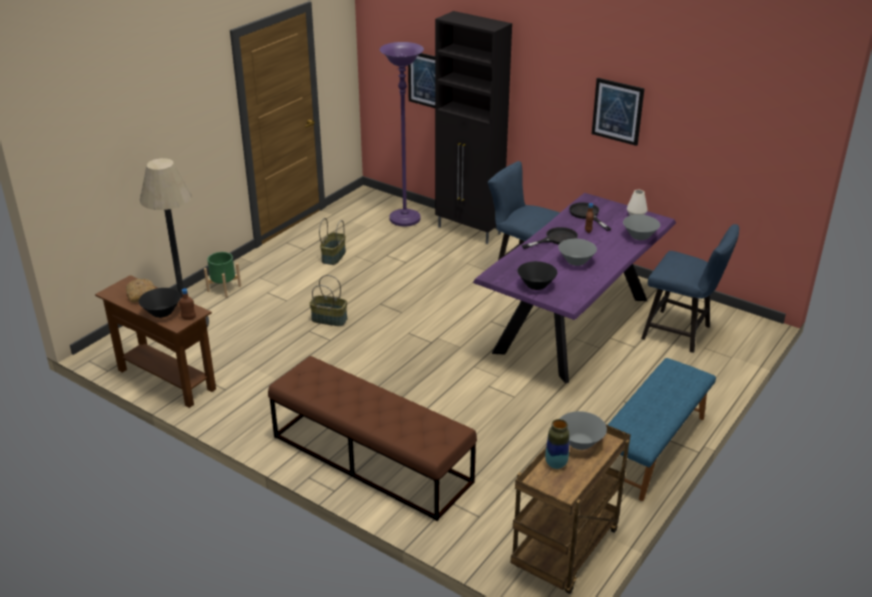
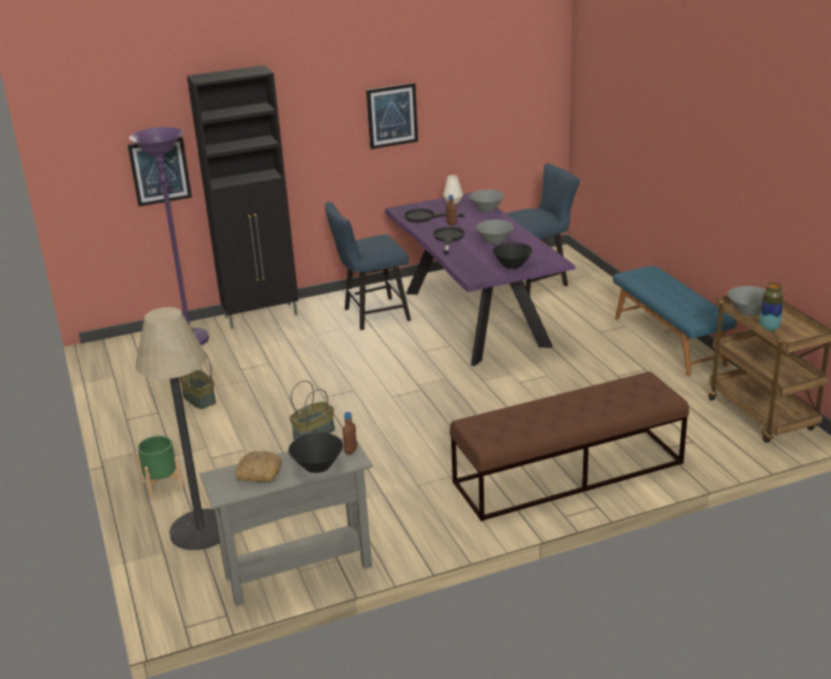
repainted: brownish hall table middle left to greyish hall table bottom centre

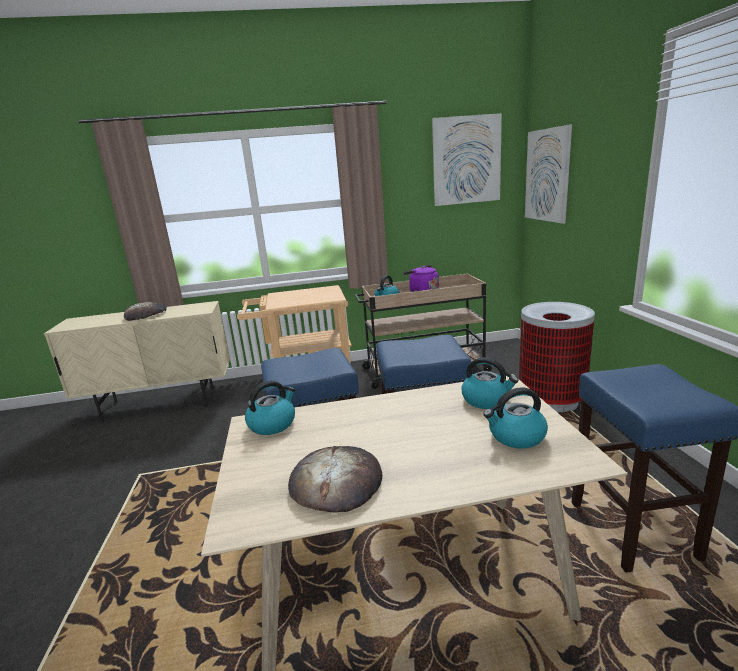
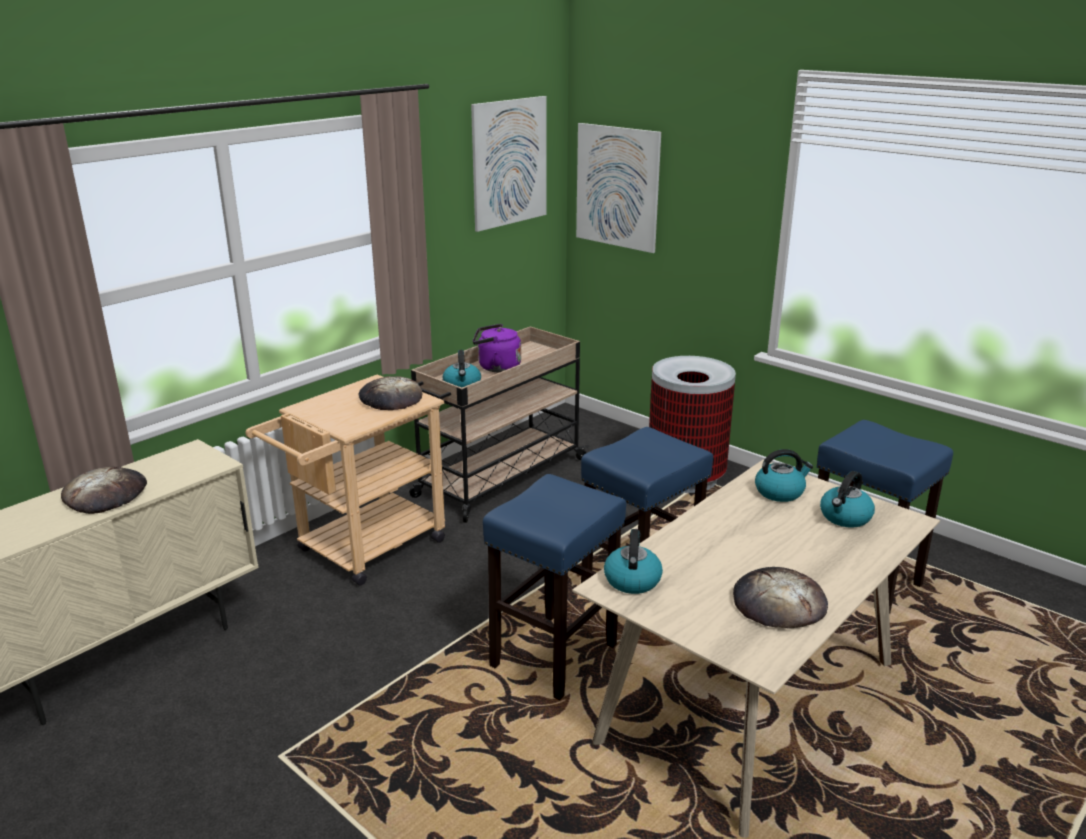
new: bakery bread (no. 2 from left) centre

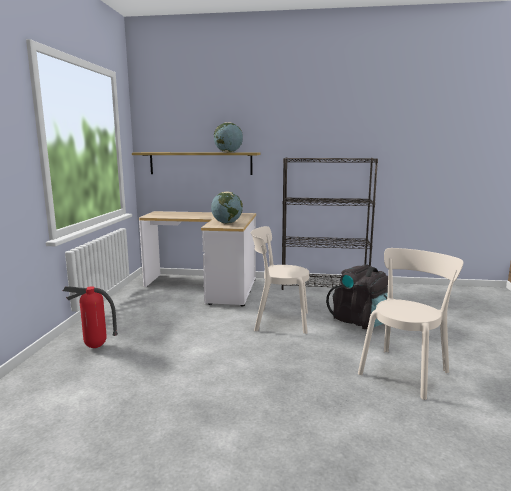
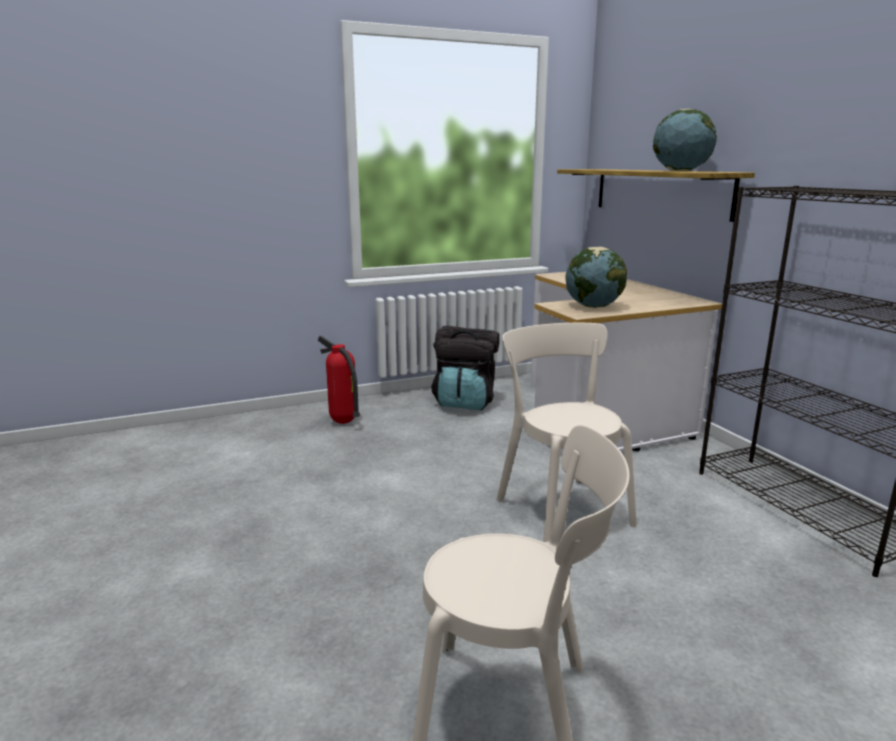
shifted: black backpack middle right to centre

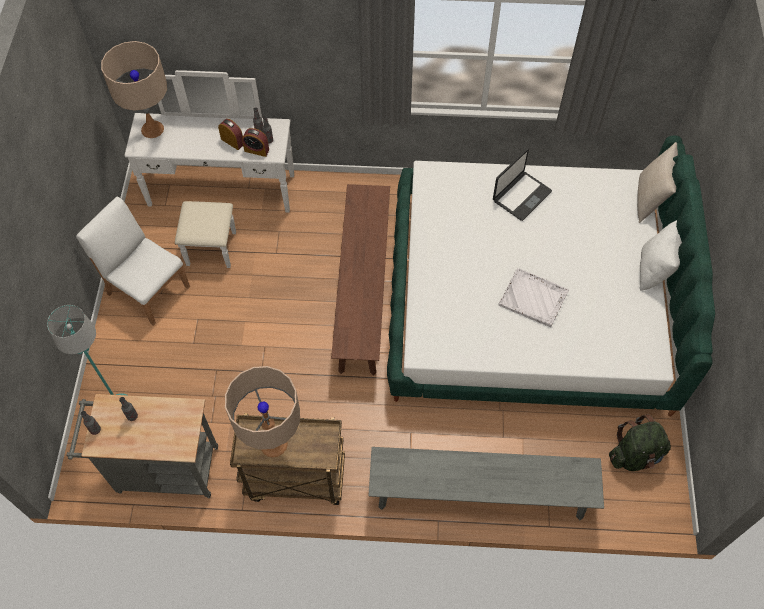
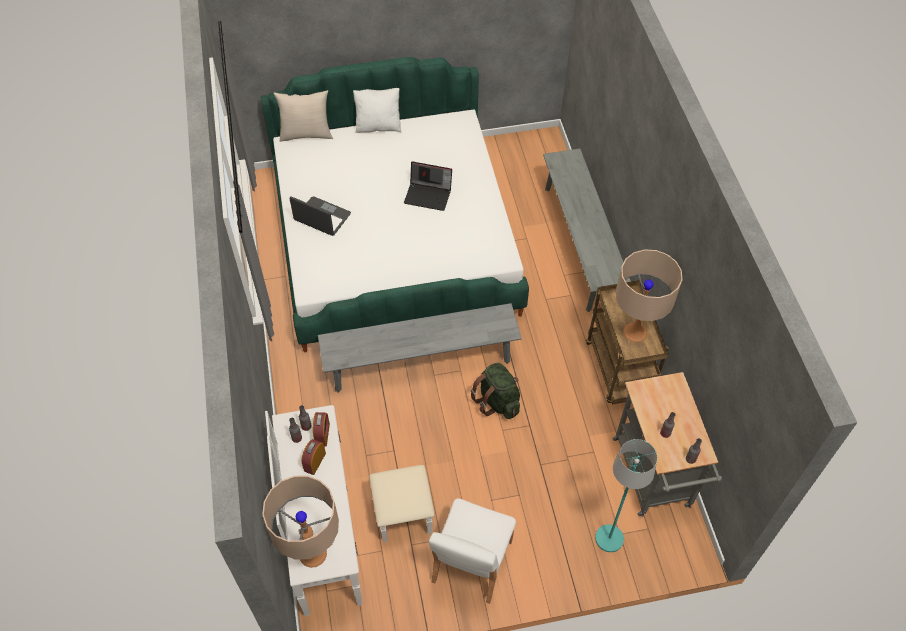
shifted: green-coloured backpack bottom right to centre
swapped: white carrying tray middle right to portable computer (no. 2 from left) top centre
repainted: brownish long seat centre to greyish long seat (no. 1 from left) centre

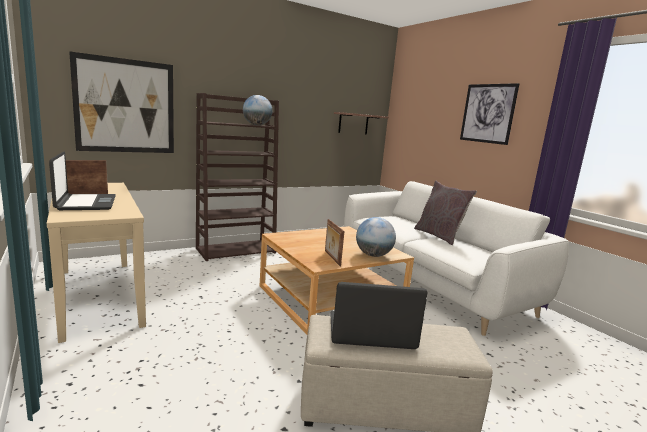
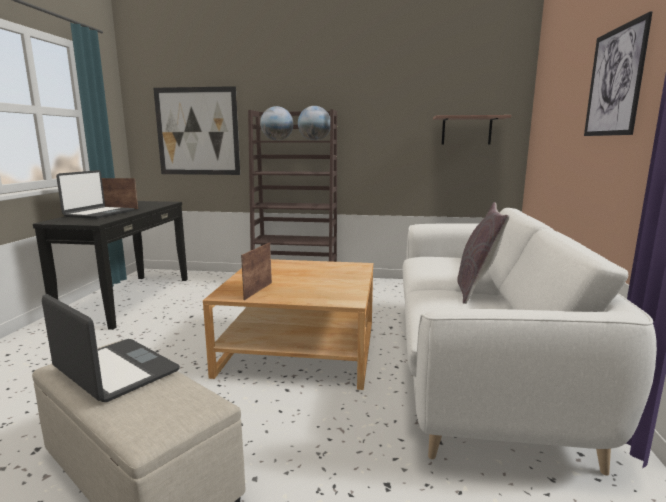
shifted: globe (no. 2 from left in the first image) centre to globe (no. 1 from left) top centre
repainted: beige hall table middle left to black hall table middle left

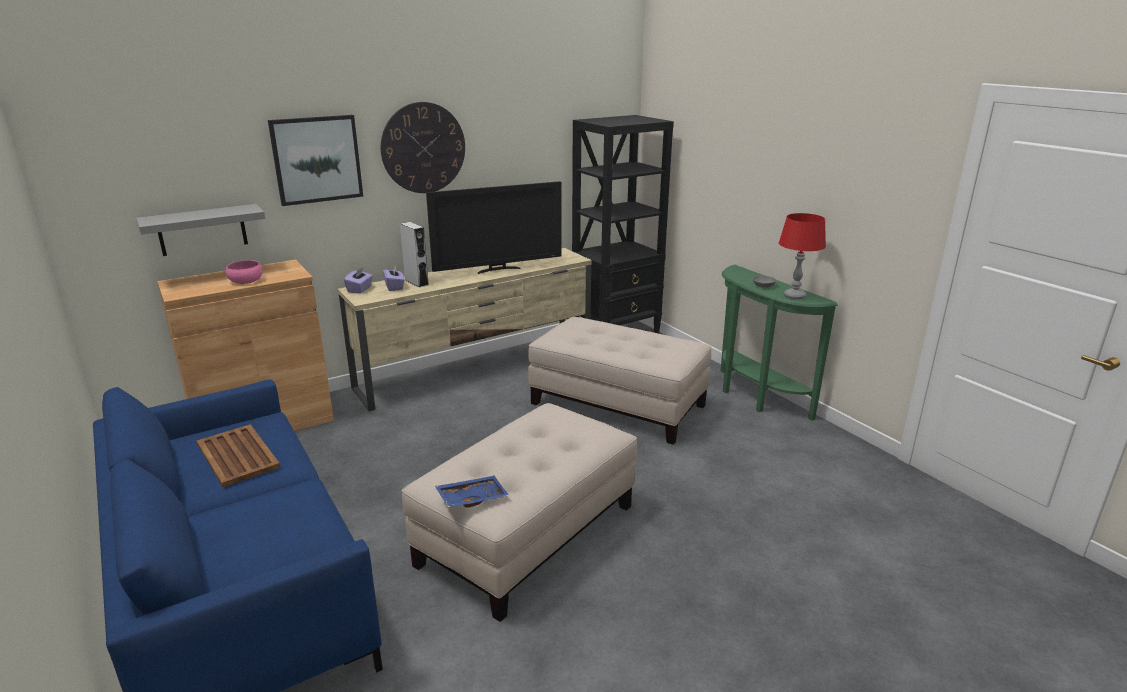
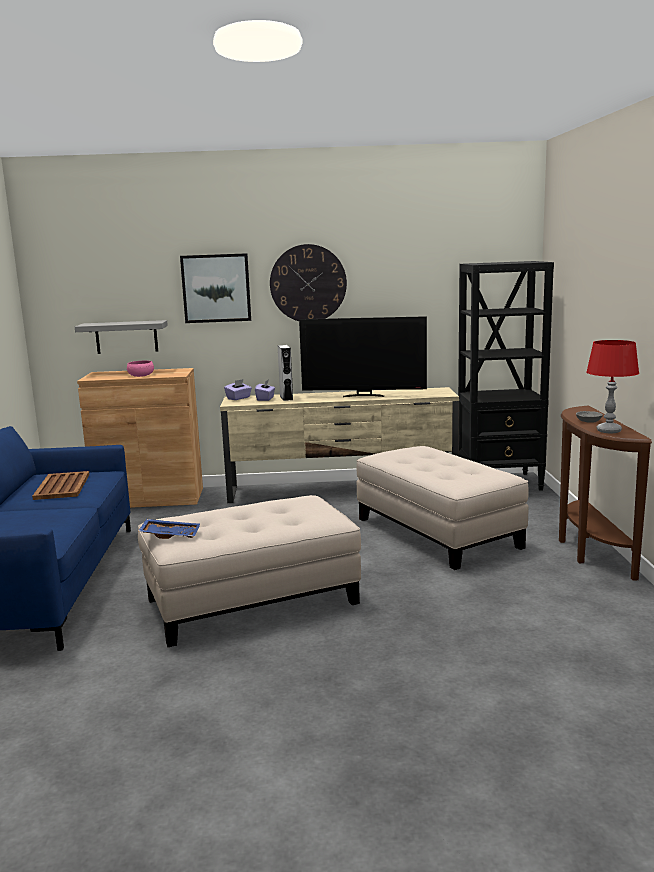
repainted: green-coloured hall table middle right to brownish hall table middle right

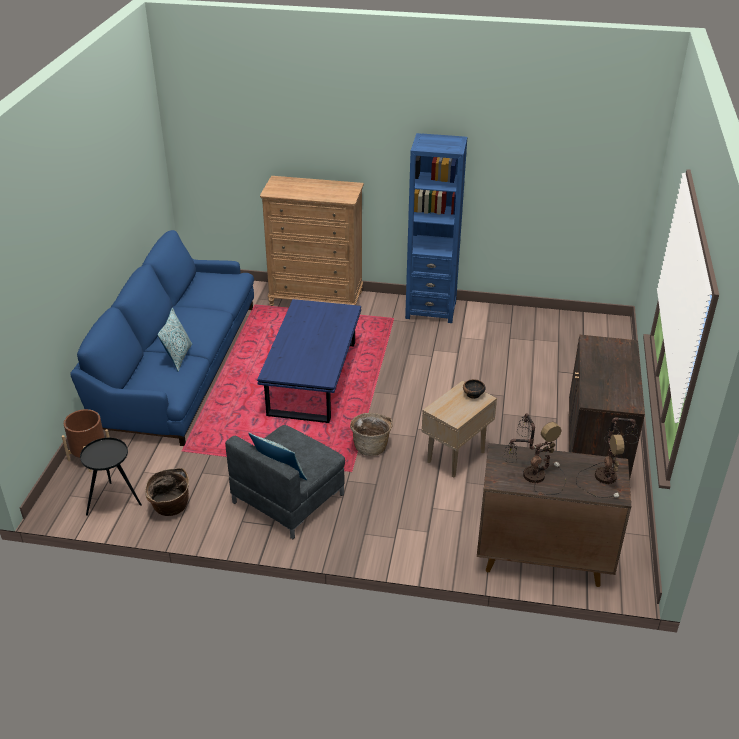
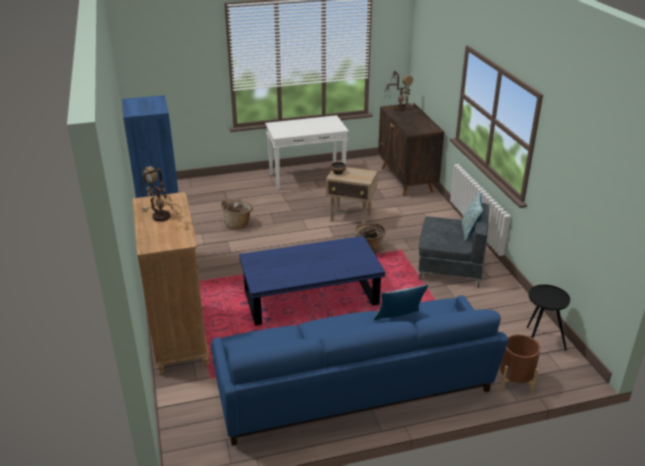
shifted: lamp for a table (no. 1 from left) middle right to middle left; basket (no. 1 from left) middle left to centre
swapped: brownish storage cabinet (no. 2 from left) middle right to white hall table top centre

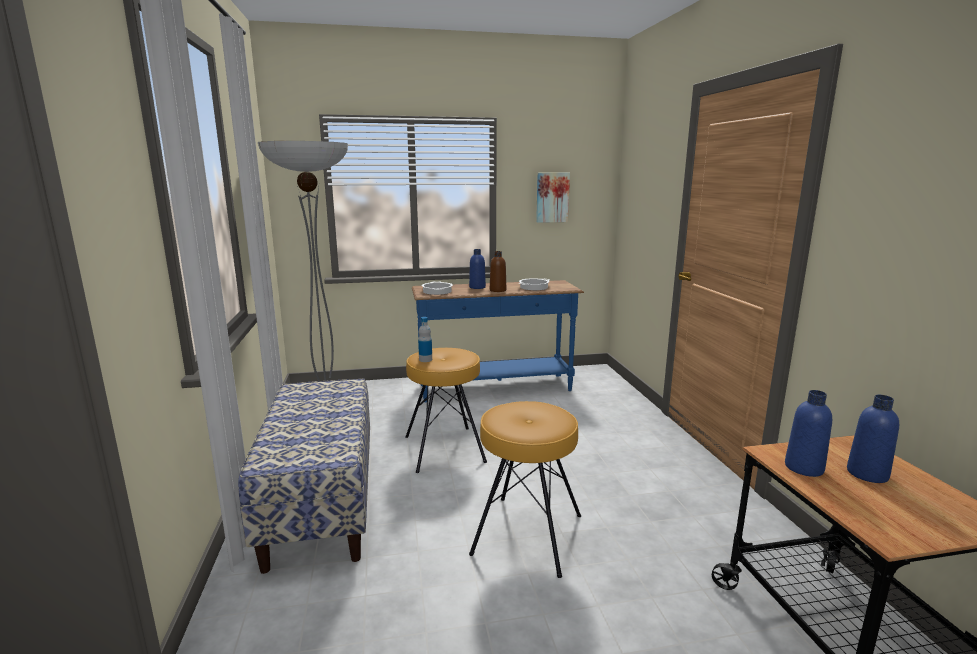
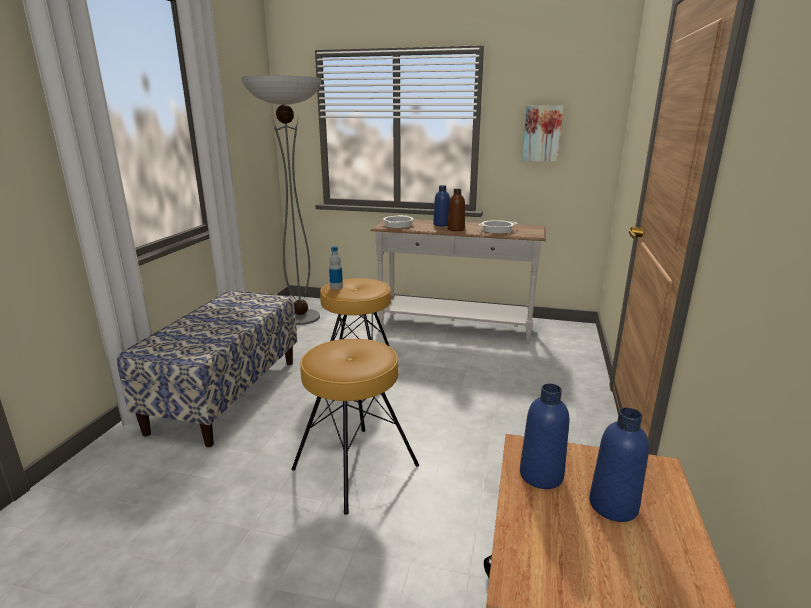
repainted: blue-coloured hall table centre to white hall table centre

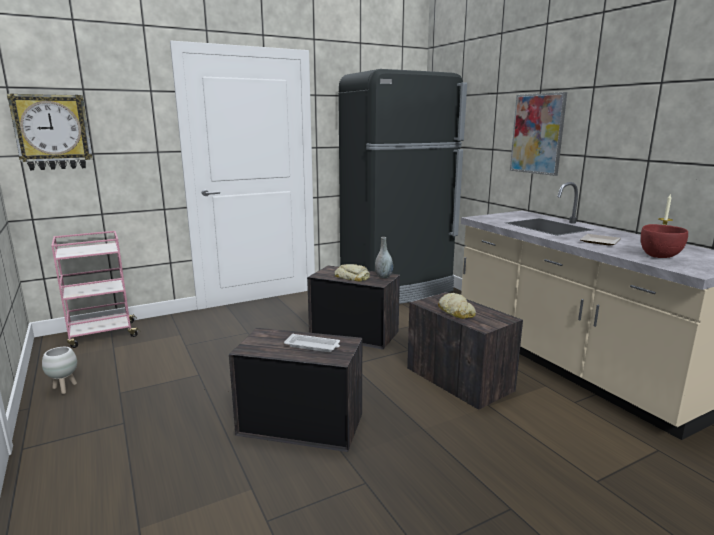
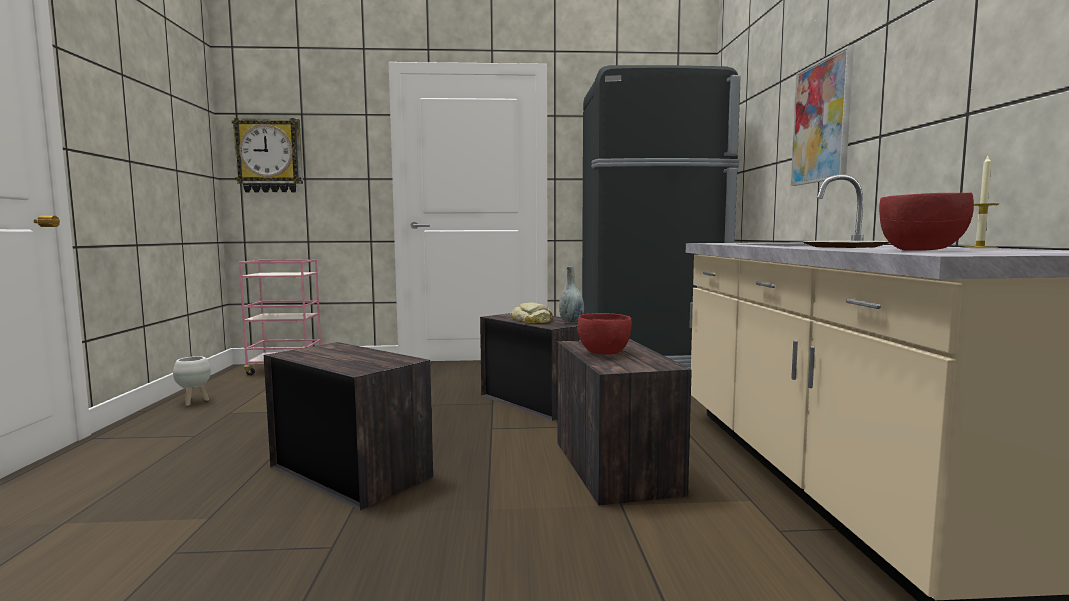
gone: white carrying tray centre
swapped: bakery bread (no. 2 from left) centre to reddish deep dish (no. 1 from left) centre

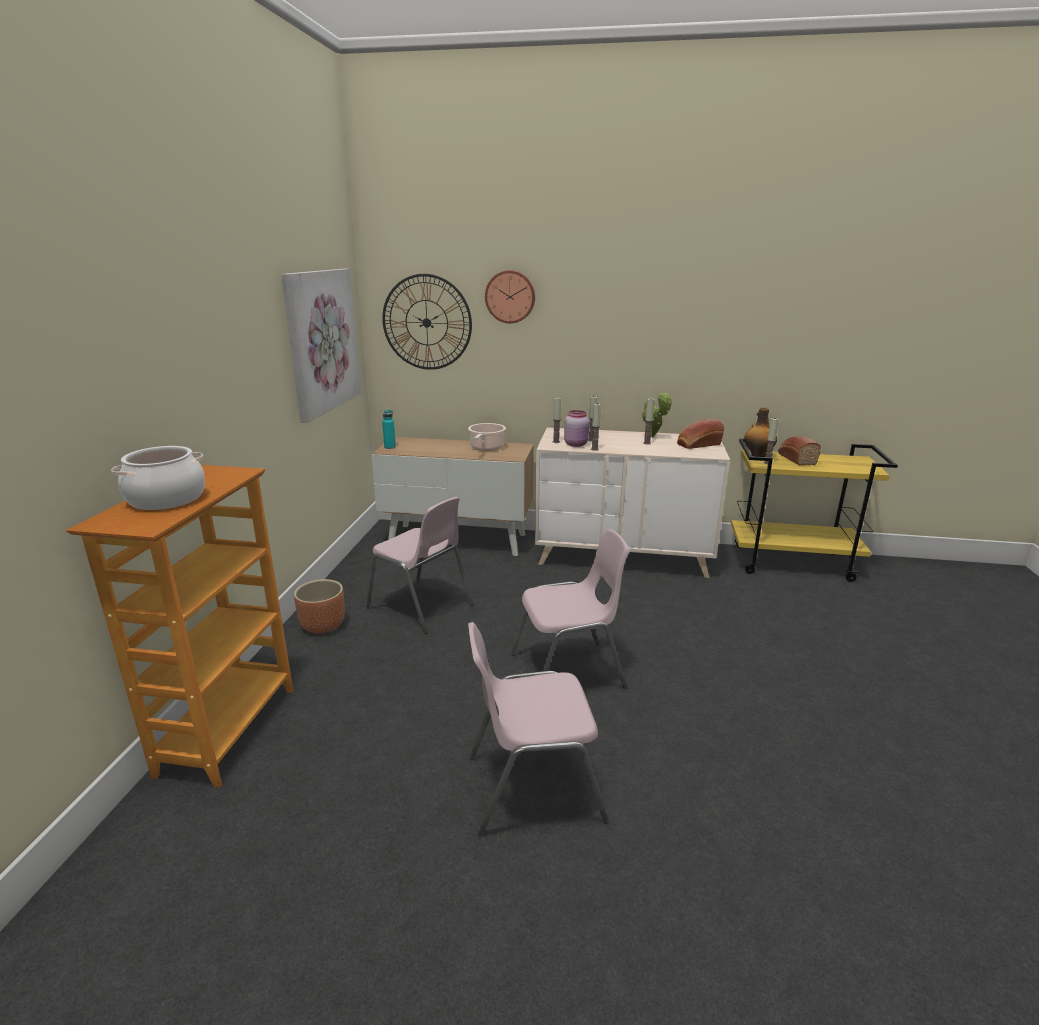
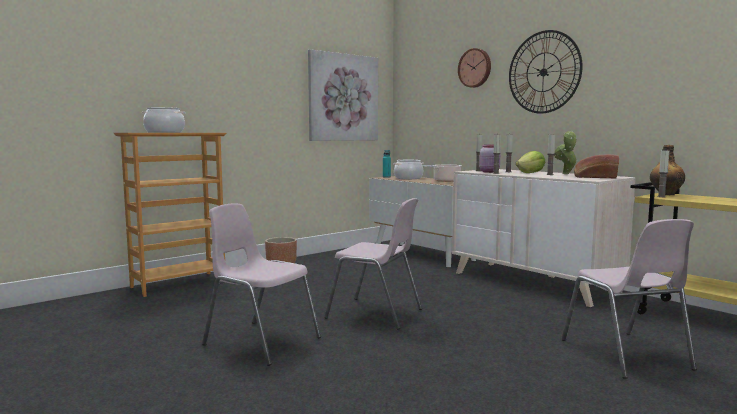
gone: bakery bread (no. 2 from left) middle right
new: saucepot (no. 2 from left) centre; lettuce middle right
shifted: clock on the wall (no. 1 from left in the first image) top centre to clock on the wall (no. 2 from left) top right; pink upright chair (no. 1 from left in the first image) centre to pink upright chair (no. 3 from left) bottom right

